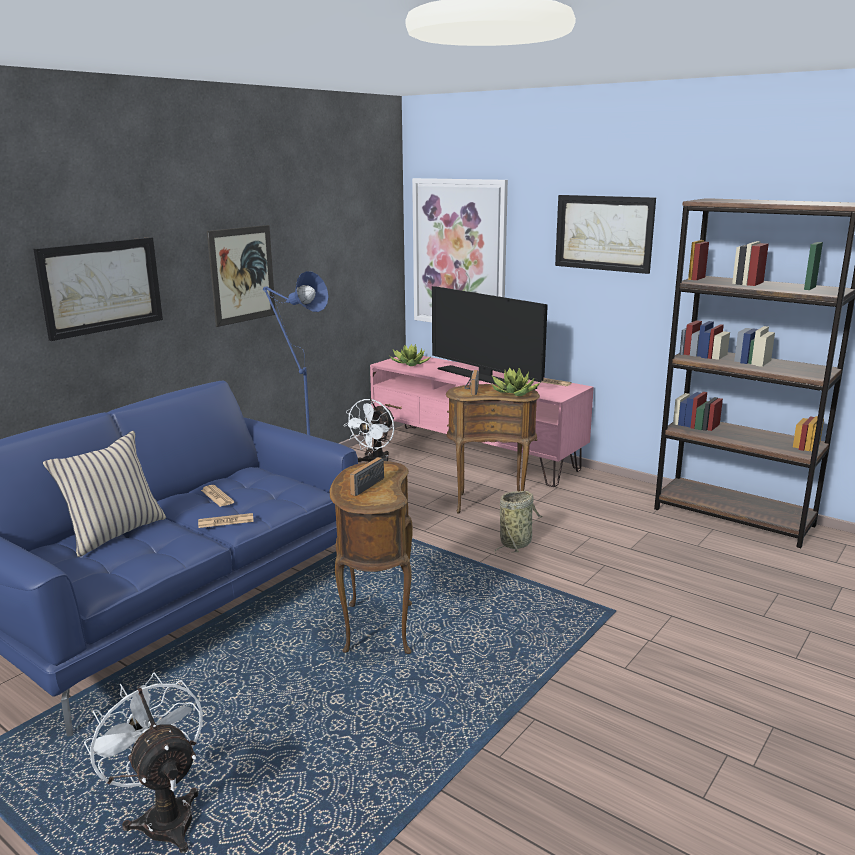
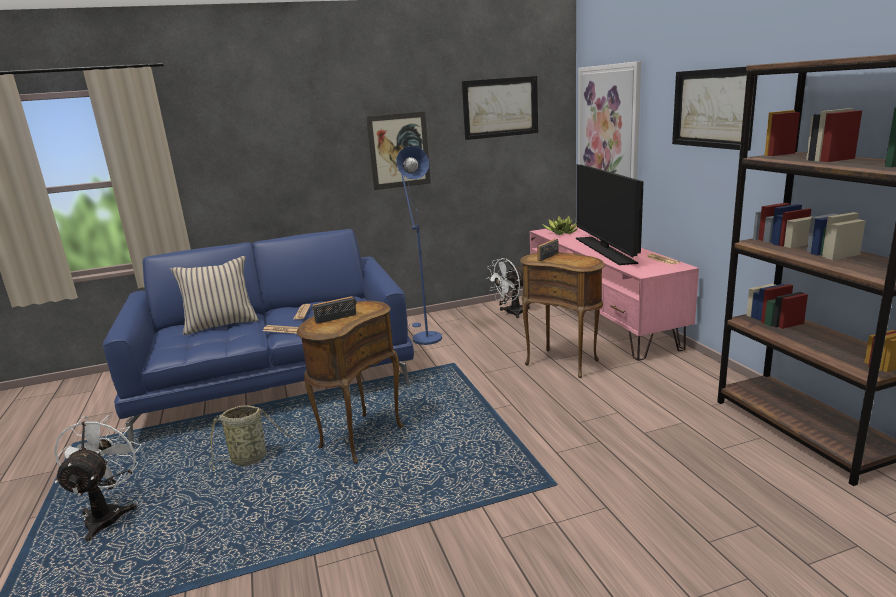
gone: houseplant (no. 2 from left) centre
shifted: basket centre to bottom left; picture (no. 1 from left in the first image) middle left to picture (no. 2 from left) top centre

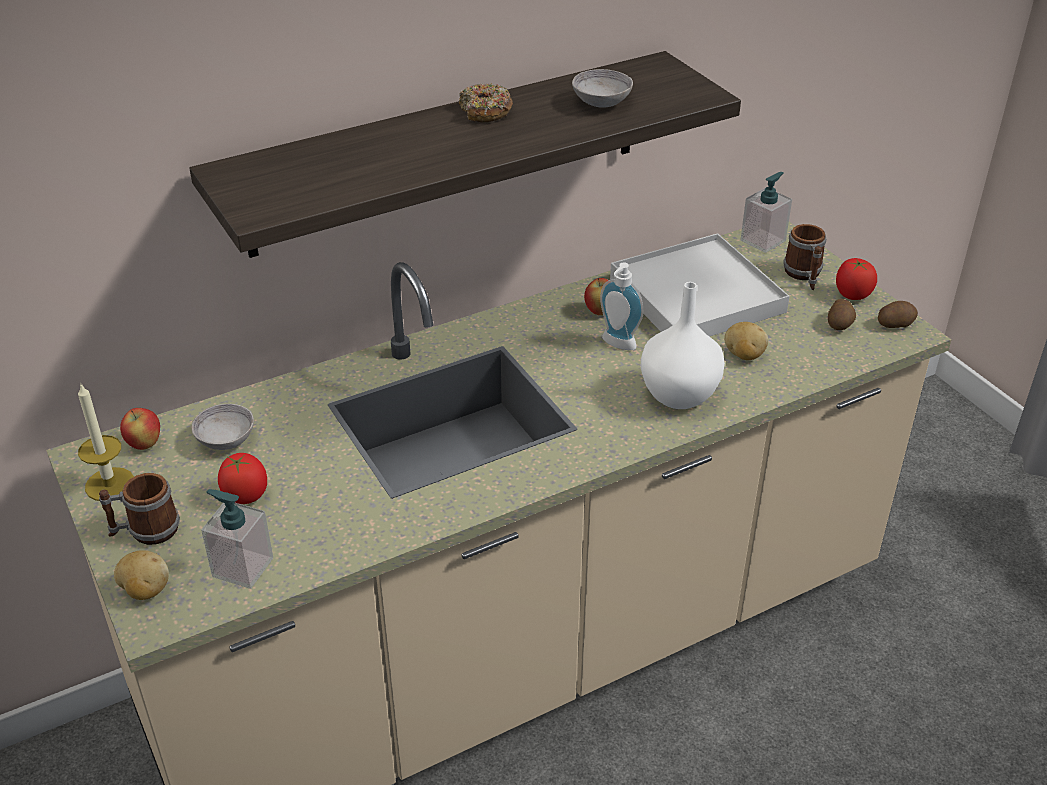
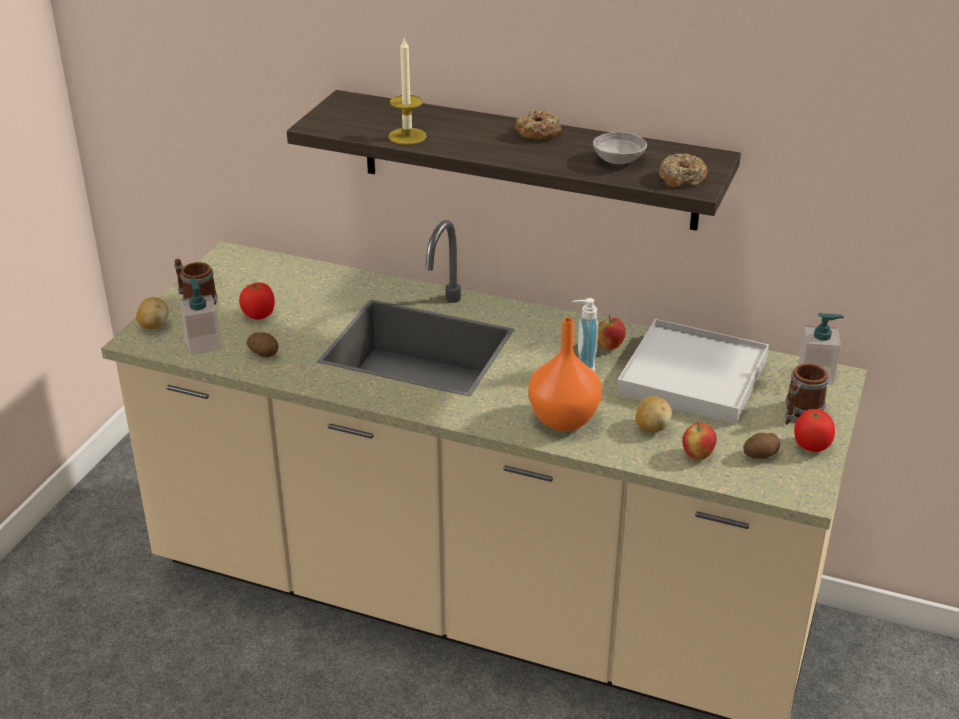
gone: greyish deep dish (no. 1 from left) middle left
new: ring doughnut (no. 2 from left) top right
shifted: whole potato (no. 4 from left in the first image) middle right to whole potato (no. 2 from left) middle left; wax candle middle left to top centre; apple fruit (no. 1 from left in the first image) middle left to apple fruit (no. 2 from left) middle right
repainted: white vase centre to orange-coloured vase centre

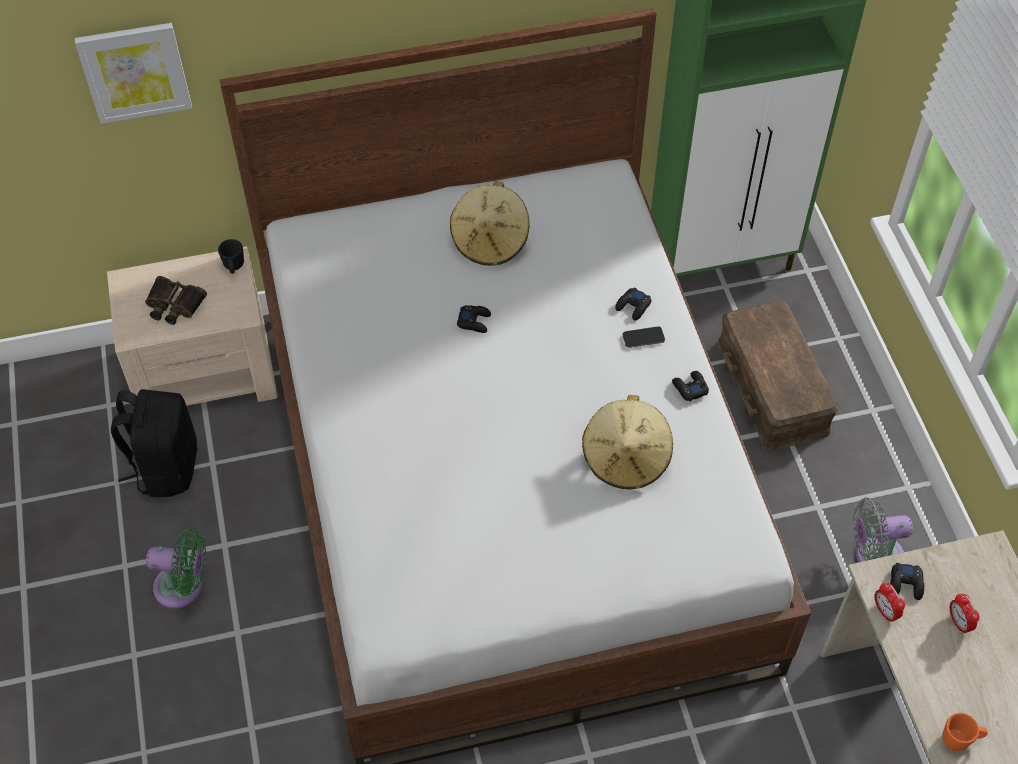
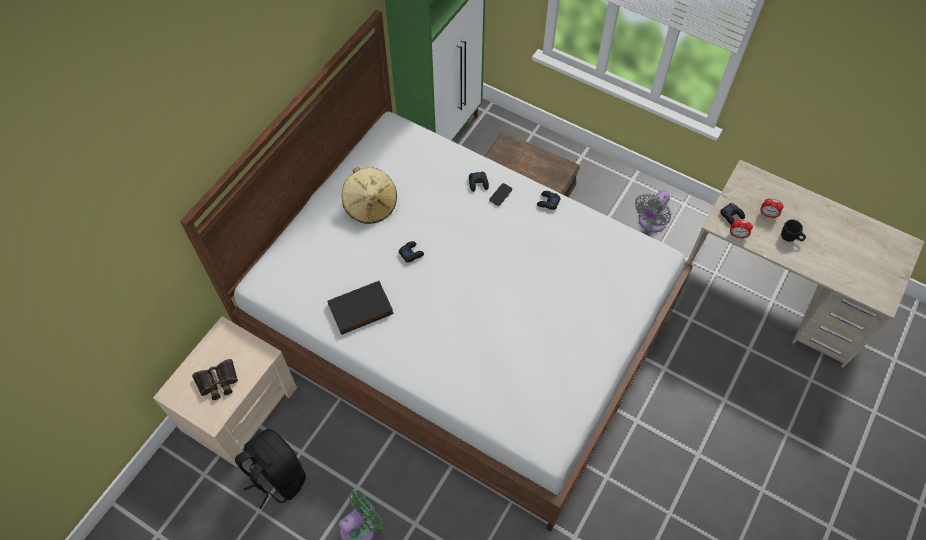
gone: picture top left; beige wearable hat (no. 2 from left) centre; orange-coloured mug bottom right
new: black volume centre
shifted: black mug middle left to middle right

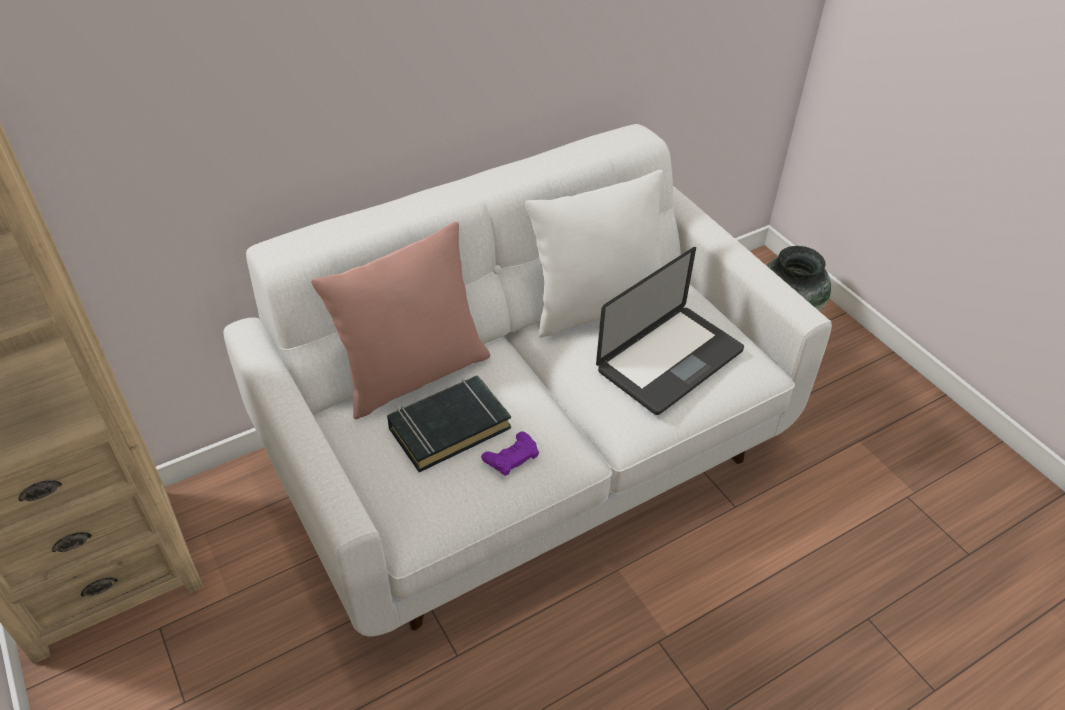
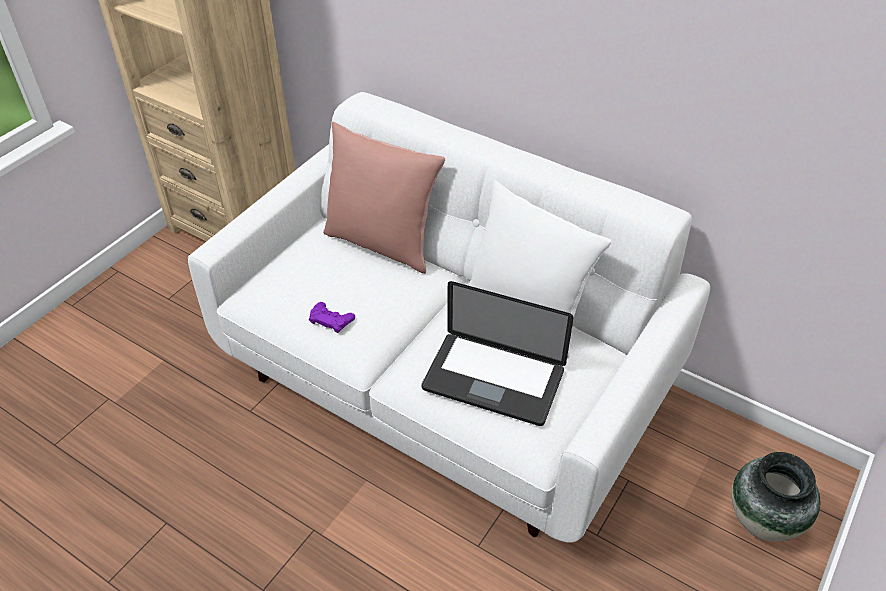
gone: black volume centre

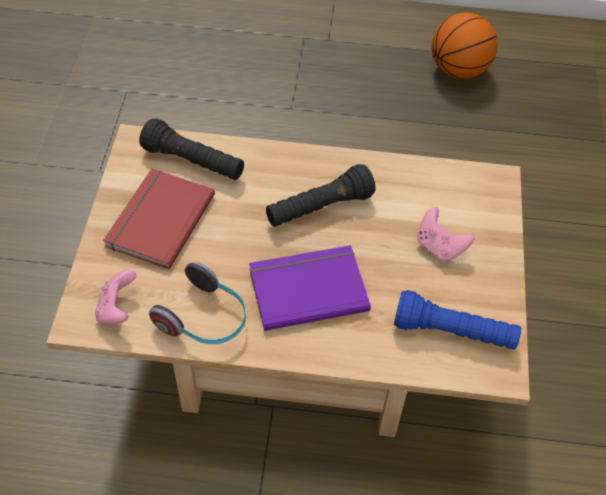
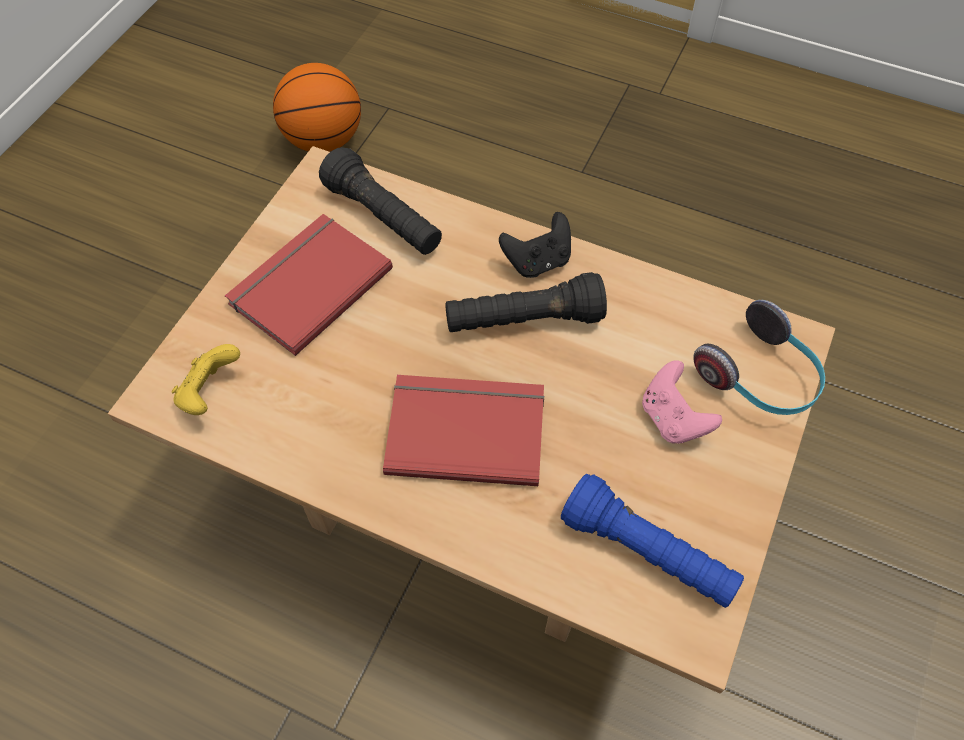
new: black gamepad top centre
shifted: basketball top right to top left; headphones middle left to middle right
repainted: pink gamepad (no. 1 from left) middle left to yellow gamepad middle left; purple volume centre to reddish volume (no. 2 from left) centre

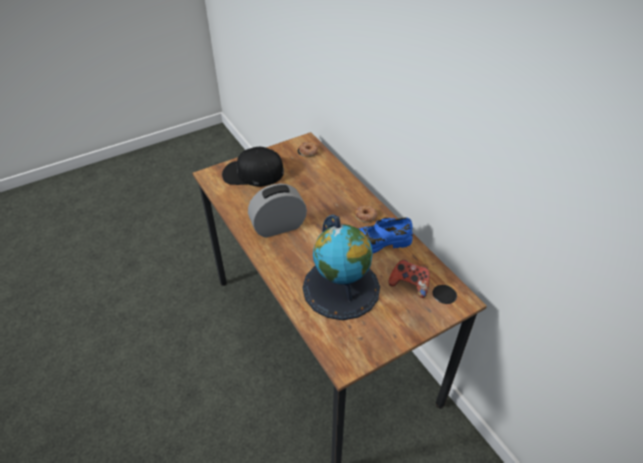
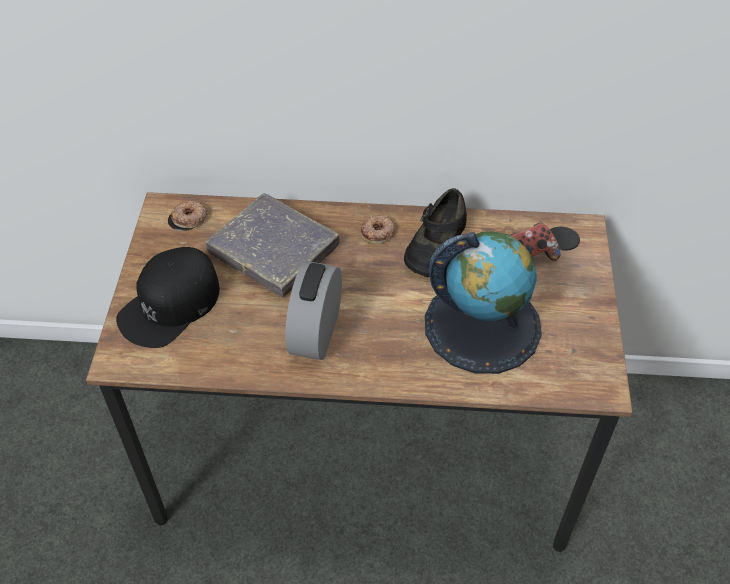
new: greyish volume centre
repainted: blue-coloured low shoe centre to black low shoe centre

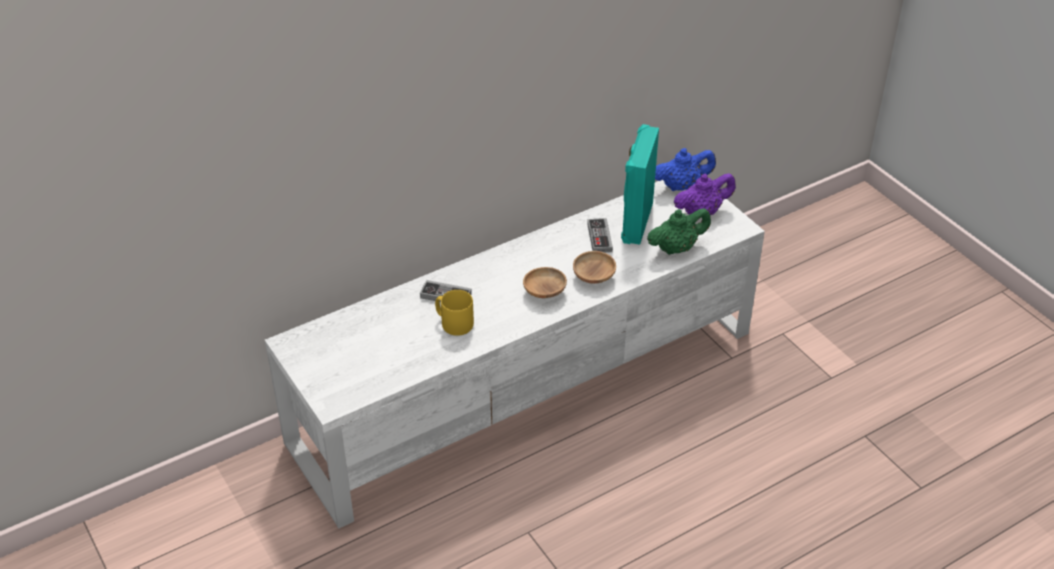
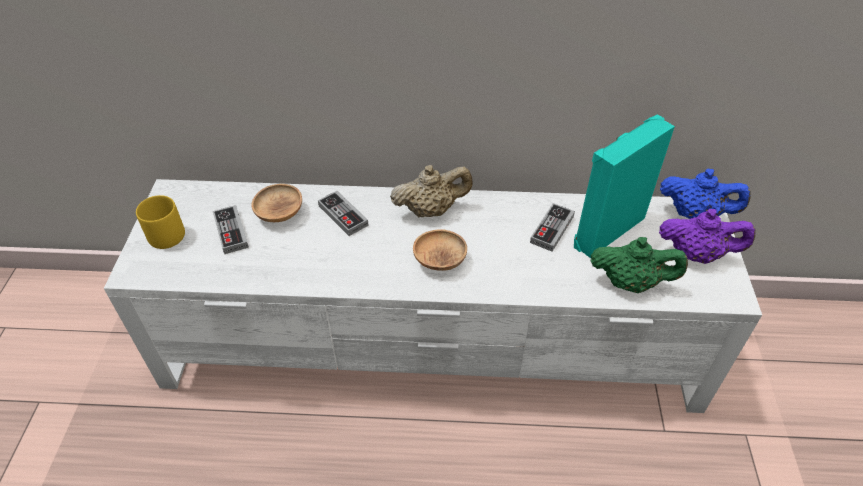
new: gamepad (no. 1 from left) middle left; beige pot for tea centre
shifted: yellow mug centre to middle left; brownish deep dish (no. 2 from left in the first image) centre to brownish deep dish (no. 1 from left) middle left

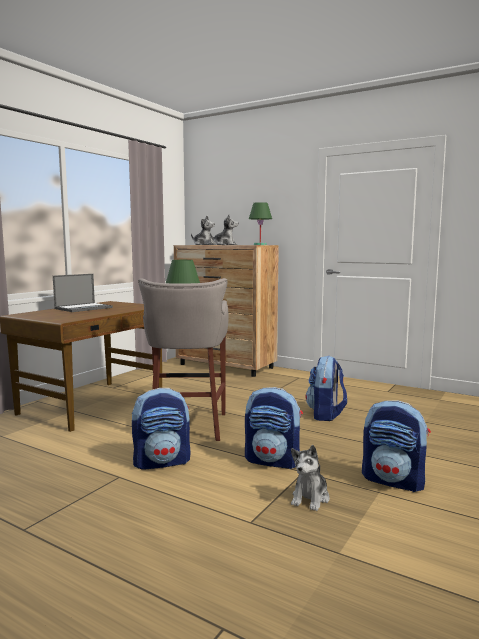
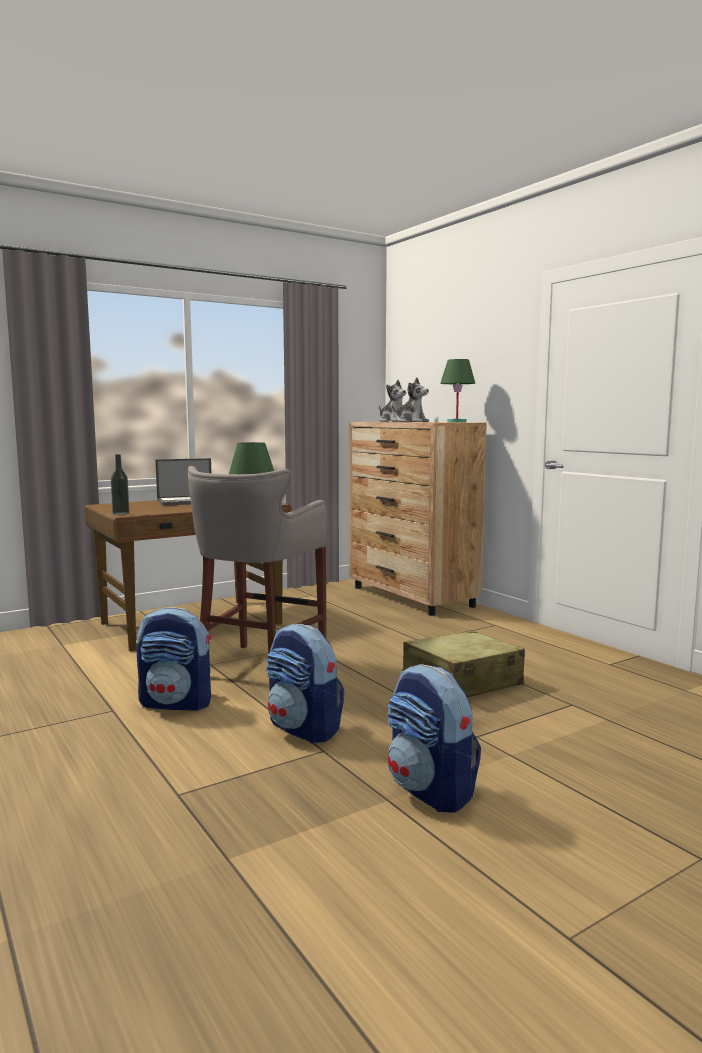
gone: soft toy (no. 3 from left) bottom centre
new: bottle middle left
swapped: backpack (no. 3 from left) middle right to beige piece of luggage centre

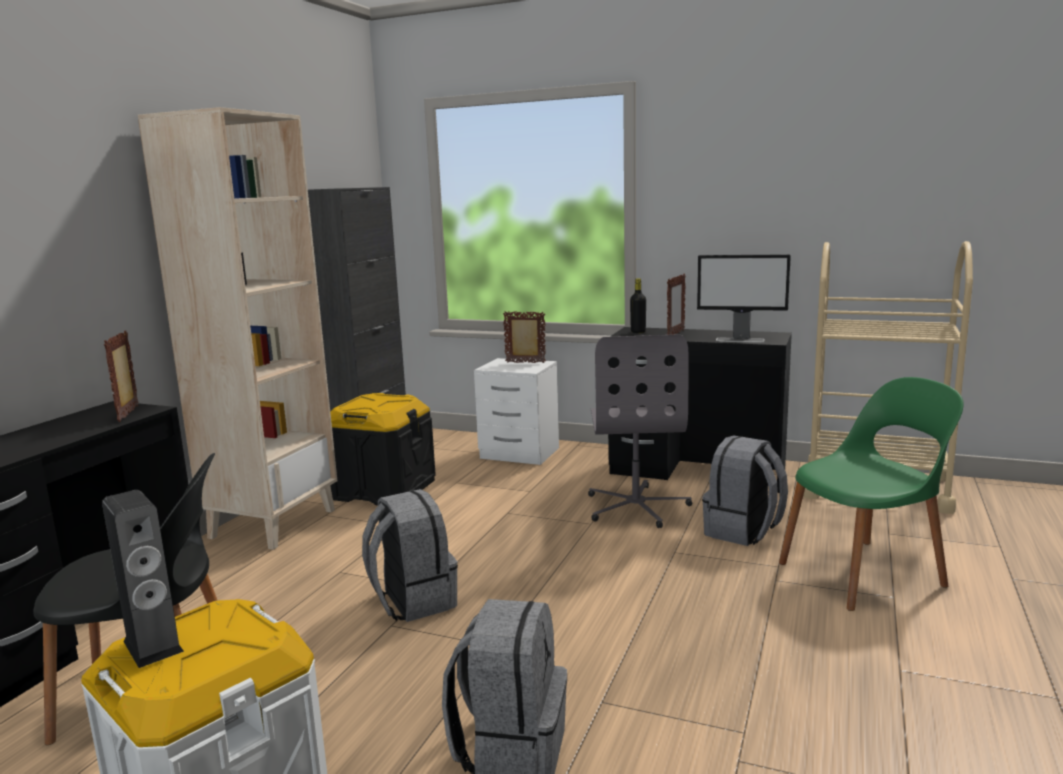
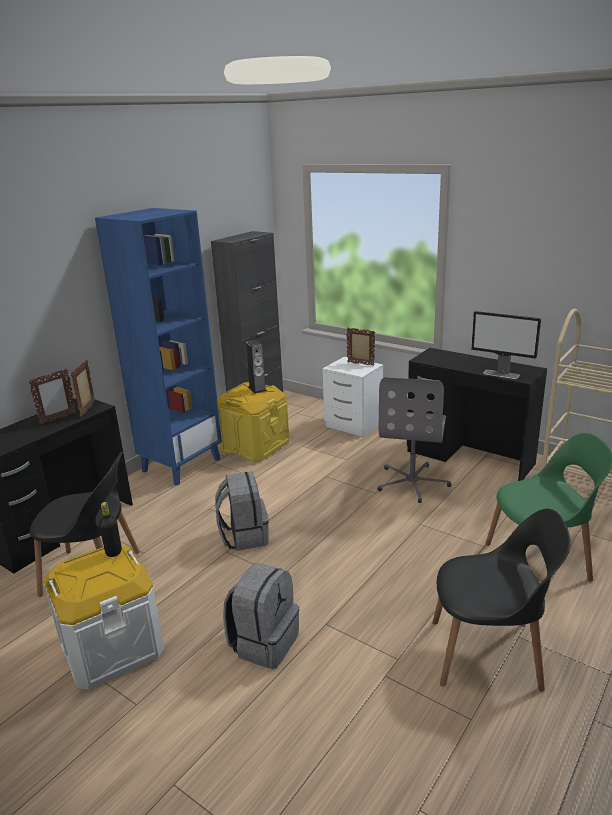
gone: greyish backpack (no. 3 from left) middle right
new: black upright chair (no. 2 from left) bottom right
shifted: picture frame (no. 3 from left in the first image) centre to picture frame (no. 1 from left) middle left; black bottle centre to middle left; speaker bottom left to centre
repainted: beige bookshelf middle left to blue-coloured bookshelf middle left; black storage bin centre to yellow storage bin centre

